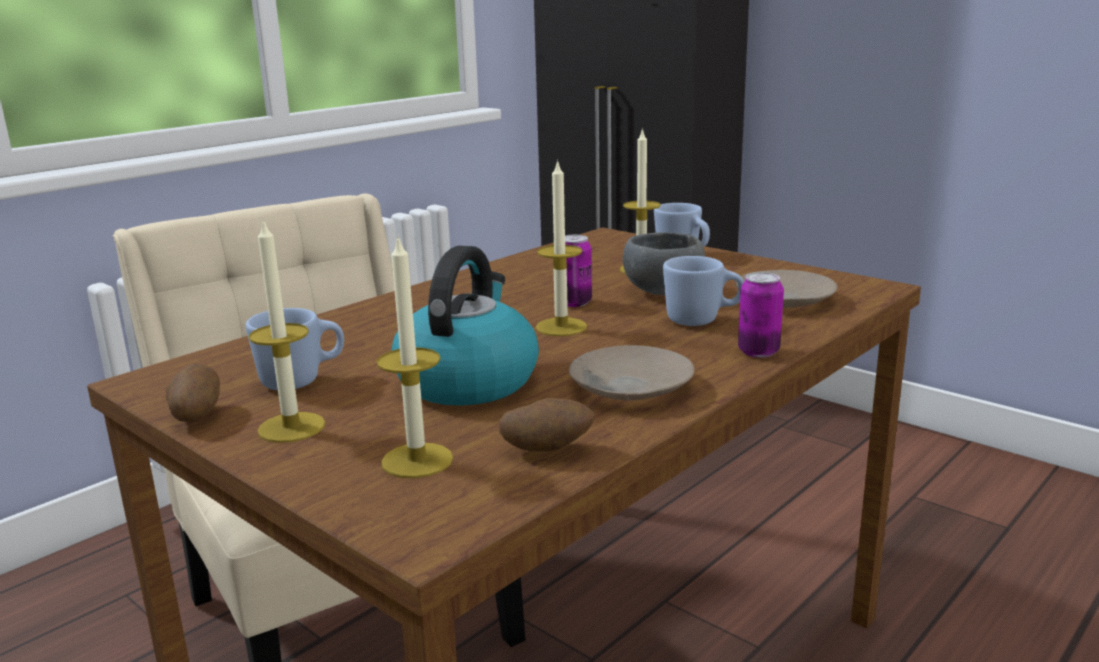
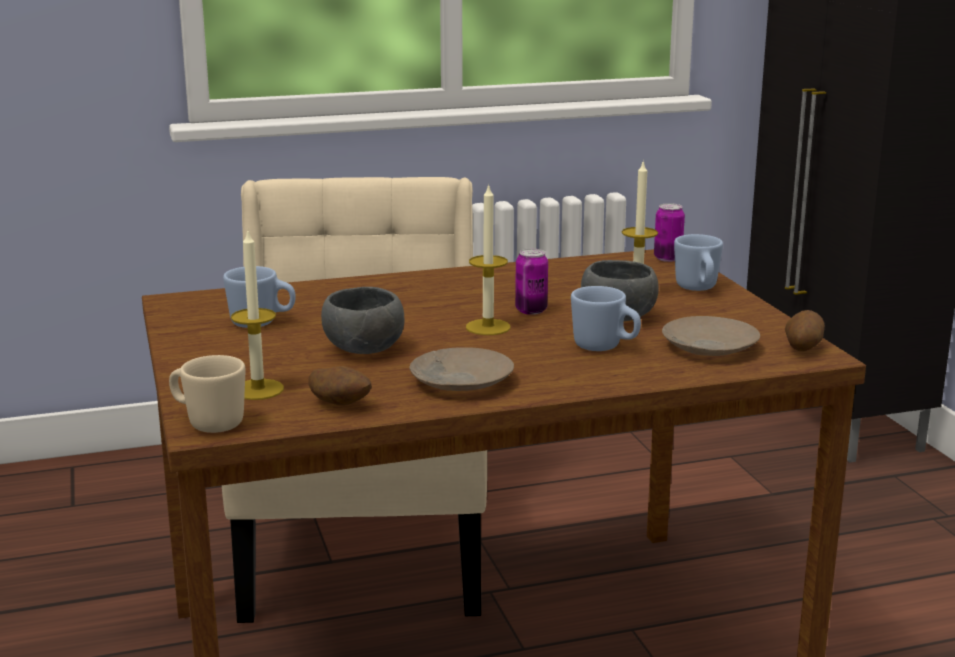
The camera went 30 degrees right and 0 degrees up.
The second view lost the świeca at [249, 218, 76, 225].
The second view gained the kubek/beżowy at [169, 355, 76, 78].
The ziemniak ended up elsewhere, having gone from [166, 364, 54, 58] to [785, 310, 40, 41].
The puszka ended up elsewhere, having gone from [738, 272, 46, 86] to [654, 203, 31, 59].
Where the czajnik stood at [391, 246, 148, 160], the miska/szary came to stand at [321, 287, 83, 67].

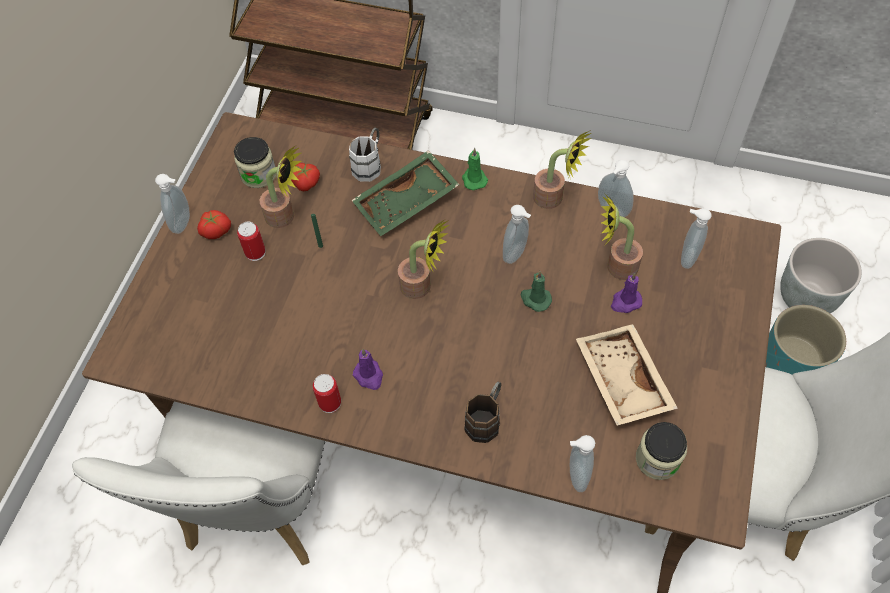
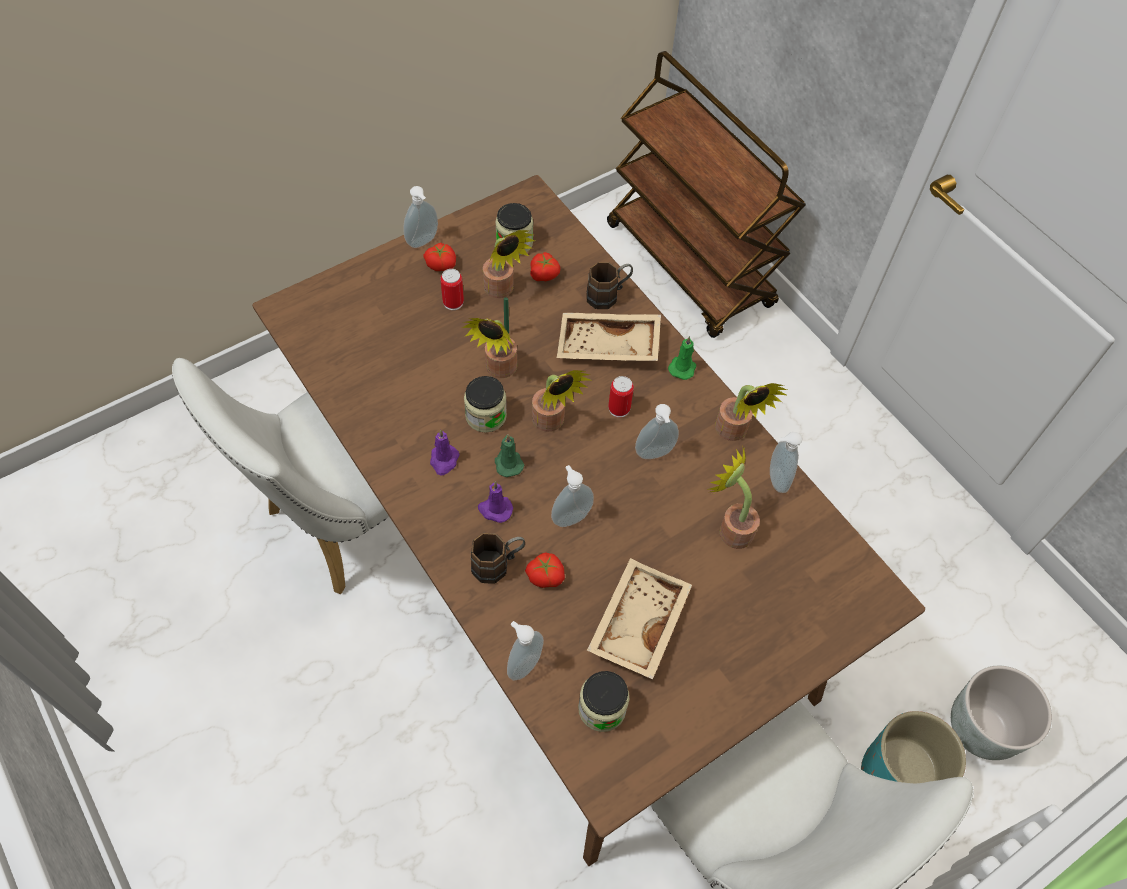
The camera went 35 degrees right and 0 degrees up.
The second view gained the roślina doniczkowa at [462, 318, 55, 60].
The second view gained the słoik at [464, 376, 43, 57].
The second view gained the pomidor at [525, 552, 40, 36].
The puszka ended up elsewhere, having gone from [313, 374, 28, 39] to [608, 376, 26, 42].
The świeca/zielony ended up elsewhere, having gone from [521, 271, 31, 41] to [495, 435, 29, 42].
The świeca/fioletowy ended up elsewhere, having gone from [611, 273, 31, 40] to [478, 482, 35, 41].
The dozownik mydła ended up elsewhere, having gone from [681, 209, 31, 60] to [551, 465, 43, 62].
What was the kubek/biały at [349, 128, 32, 54] turned into the kubek/brązowy at [586, 262, 47, 47].
What was the taca/zielony at [352, 150, 107, 86] turned into the taca/beżowy at [557, 313, 104, 48].

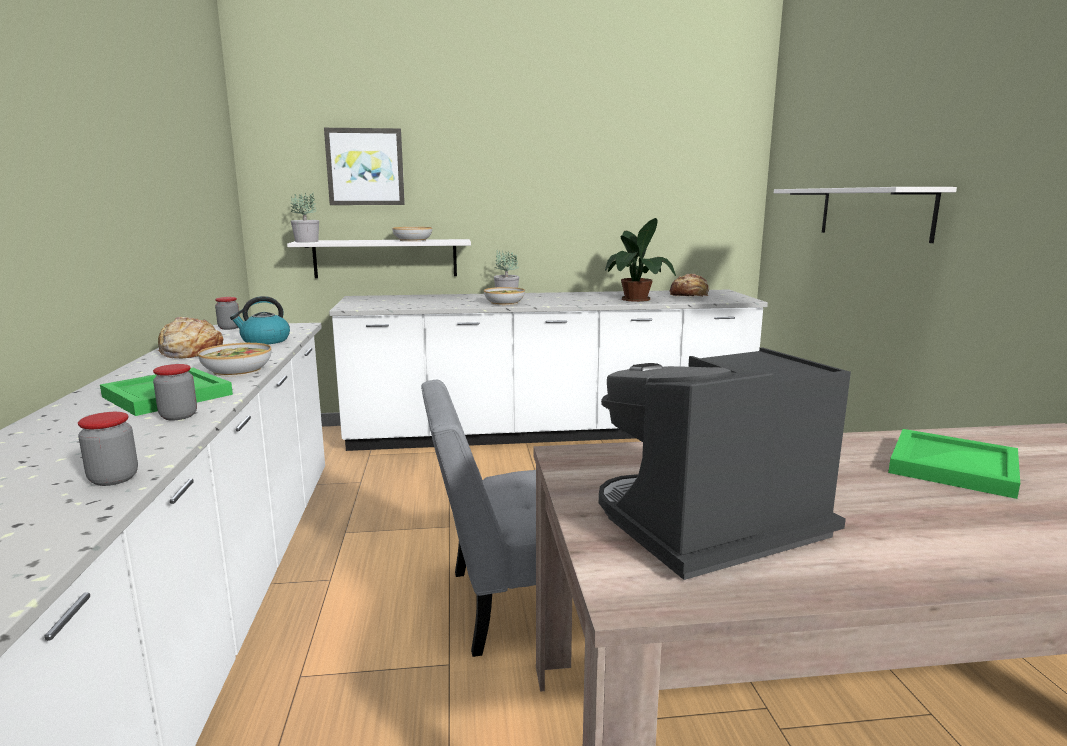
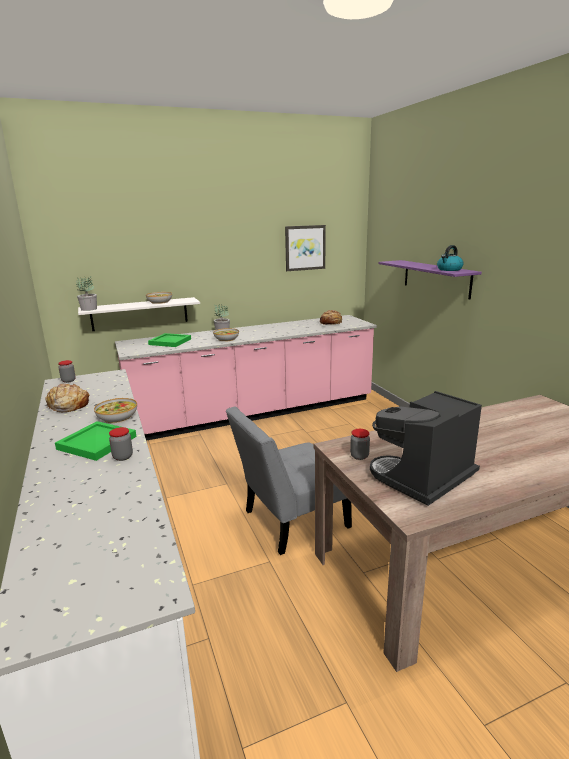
The camera went 15 degrees left and 5 degrees up.
The second view lost the roślina doniczkowa at [605, 218, 71, 84].
The słoik ended up elsewhere, having gone from [78, 412, 60, 74] to [350, 429, 20, 31].
The czajnik ended up elsewhere, having gone from [230, 296, 60, 49] to [437, 245, 26, 26].
The obraz ended up elsewhere, having gone from [324, 128, 81, 77] to [285, 225, 41, 46].
The taca/zielony ended up elsewhere, having gone from [888, 429, 132, 70] to [148, 333, 43, 14].
What was the zabudowa kuchenna/biały at [329, 290, 439, 161] turned into the zabudowa kuchenna/różowy at [115, 315, 262, 126].
What was the półka/biały at [774, 187, 183, 56] turned into the półka/fioletowy at [378, 260, 104, 39].

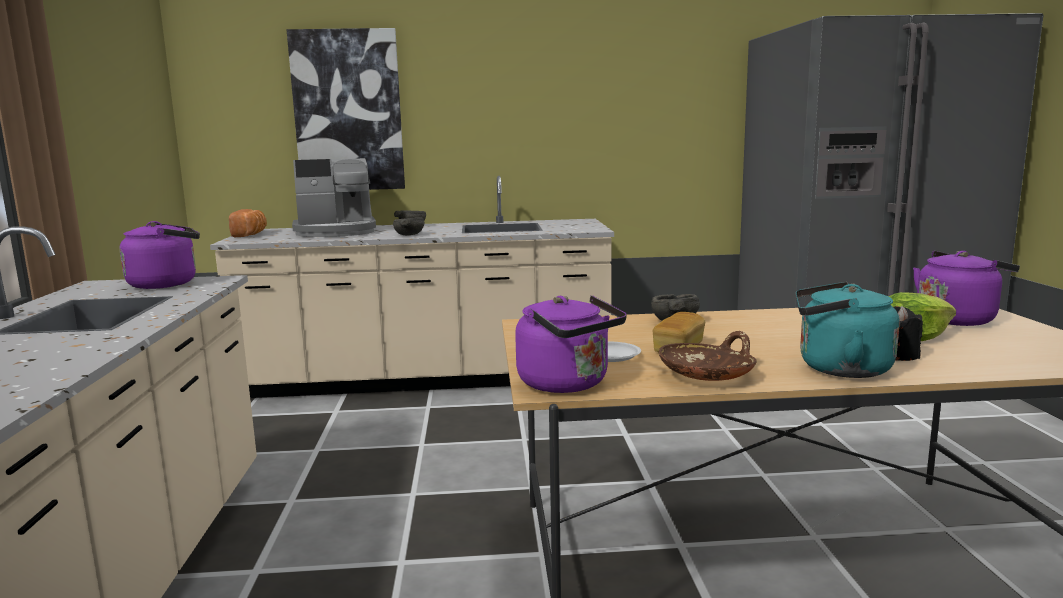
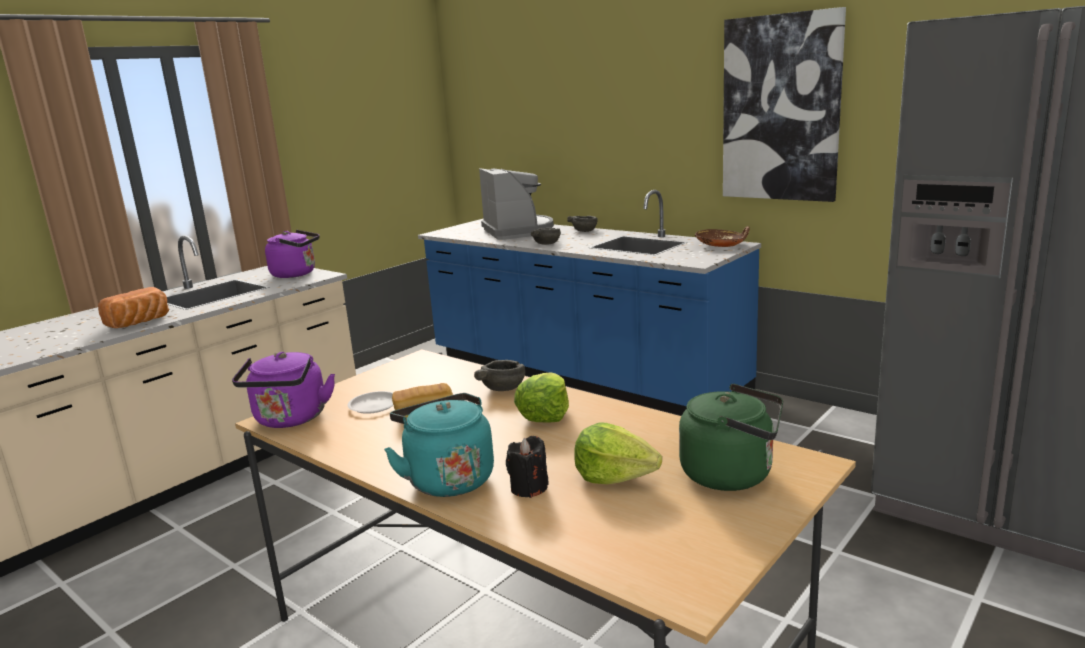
The camera went 45 degrees right and 5 degrees up.
The second view gained the sałata at [514, 372, 55, 51].
The chleb ended up elsewhere, having gone from [229, 209, 38, 28] to [98, 287, 71, 41].
The obraz ended up elsewhere, having gone from [287, 28, 118, 162] to [723, 7, 123, 195].
The miska/brązowy ended up elsewhere, having gone from [659, 331, 98, 50] to [695, 226, 55, 21].
What was the zabudowa kuchenna/beżowy at [210, 176, 404, 222] turned into the zabudowa kuchenna/niebieski at [418, 190, 343, 226].
What was the czajnik/fioletowy at [913, 251, 107, 75] turned into the czajnik/zielony at [679, 384, 104, 107].
The ekspres do kawy at [292, 158, 84, 79] ended up facing another way, 135 degrees counterclockwise from before.

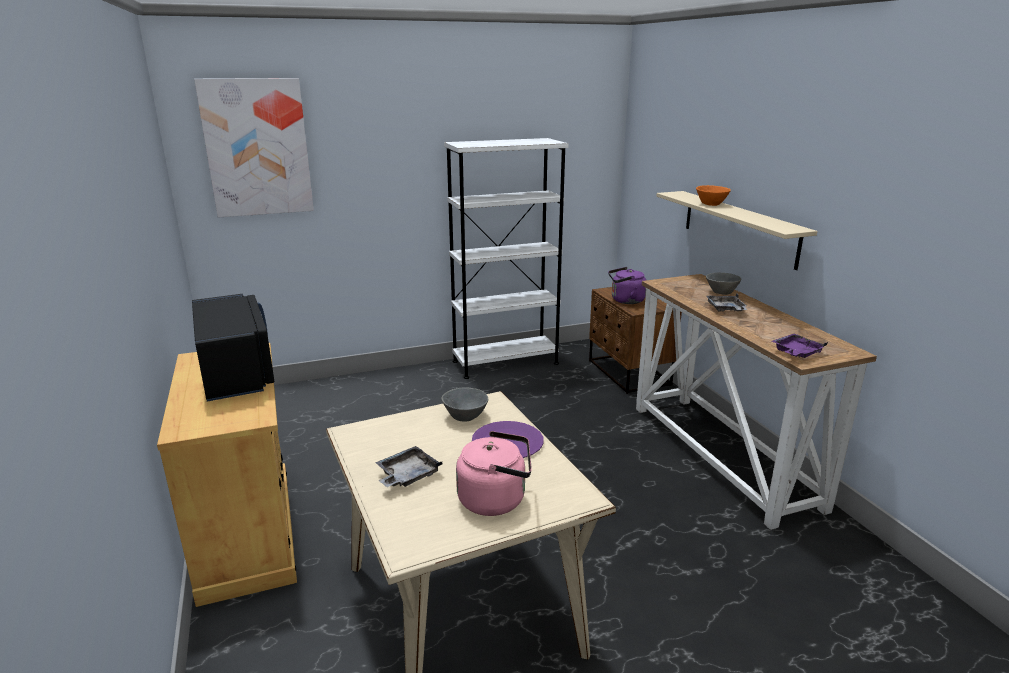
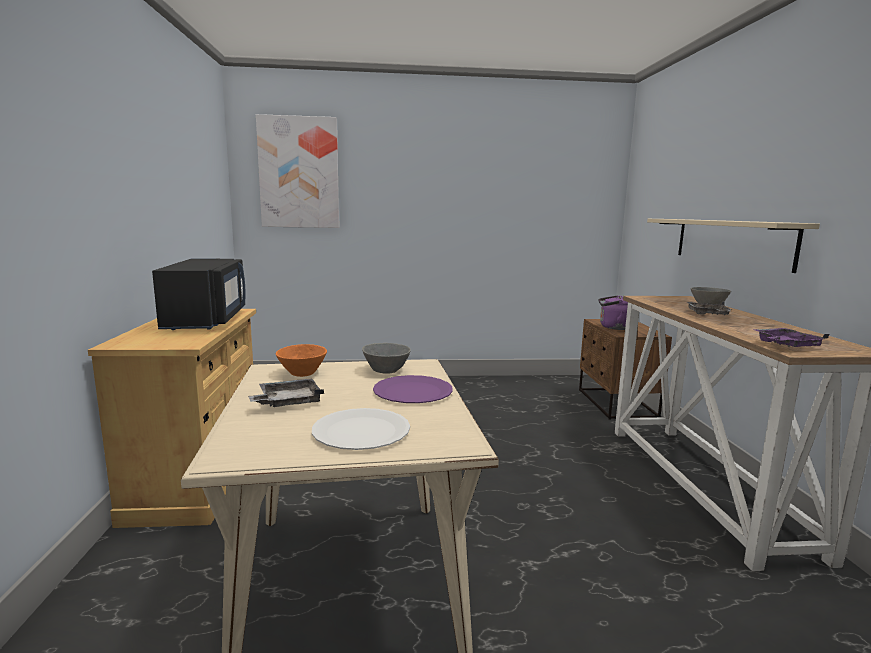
The camera went 15 degrees right and 10 degrees down.
The second view lost the regał/biały at [444, 138, 125, 241].
The miska/pomarańczowy ended up elsewhere, having gone from [696, 185, 35, 21] to [276, 344, 51, 33].
Where the czajnik/różowy stood at [456, 431, 76, 85], the talerz/biały came to stand at [312, 408, 98, 42].

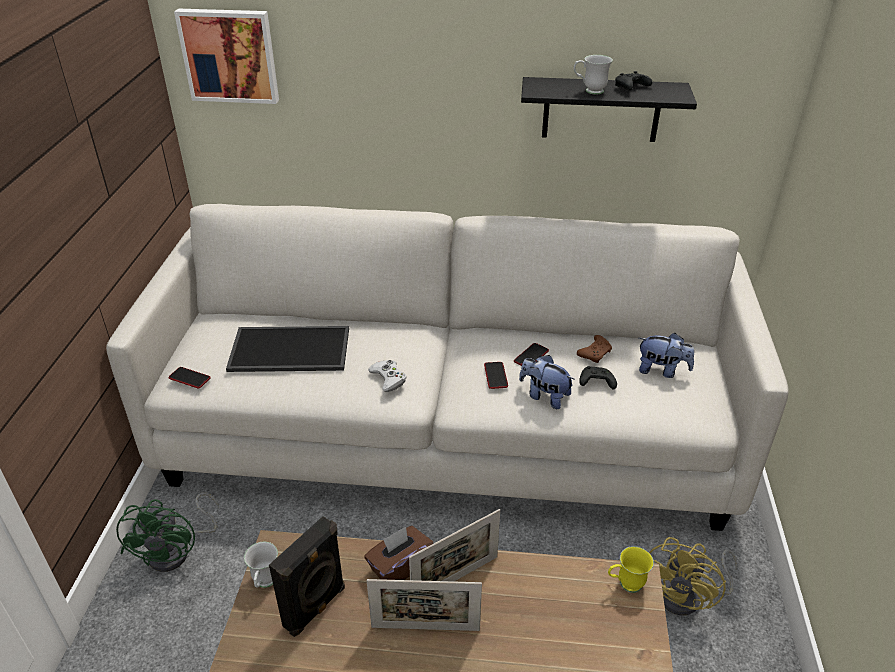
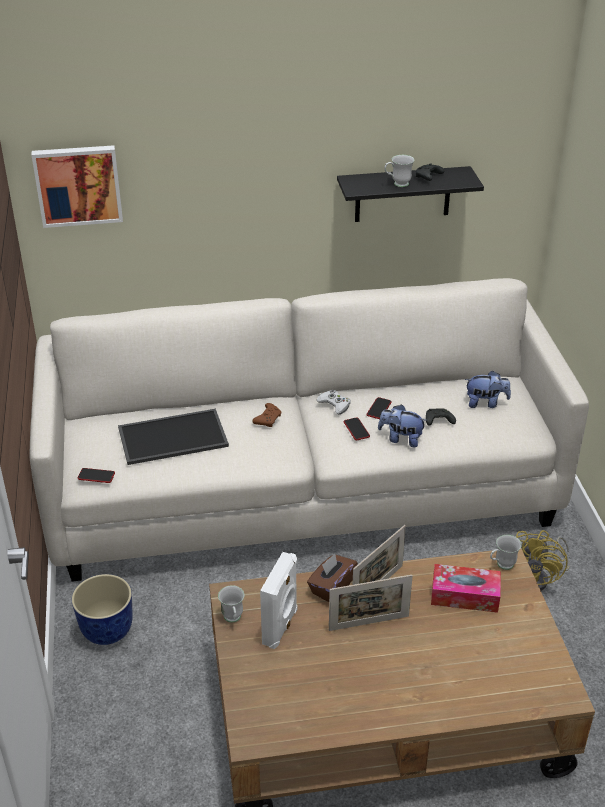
The camera went 15 degrees left and 0 degrees up.
The second view gained the pudełko chusteczek at [431, 564, 70, 49].
The pad do gier/biały ended up elsewhere, having gone from [368, 360, 39, 32] to [316, 390, 35, 24].
The pad do gier/brązowy ended up elsewhere, having gone from [577, 335, 35, 28] to [252, 403, 29, 24].
Where the wentylator/zielony stood at [116, 493, 103, 79], the donica came to stand at [72, 574, 61, 71].
What was the głośnik/czarny at [269, 516, 76, 121] turned into the głośnik/biały at [260, 552, 37, 97].
What was the kubek/żółty at [608, 546, 46, 47] turned into the kubek/biały at [490, 535, 32, 35].

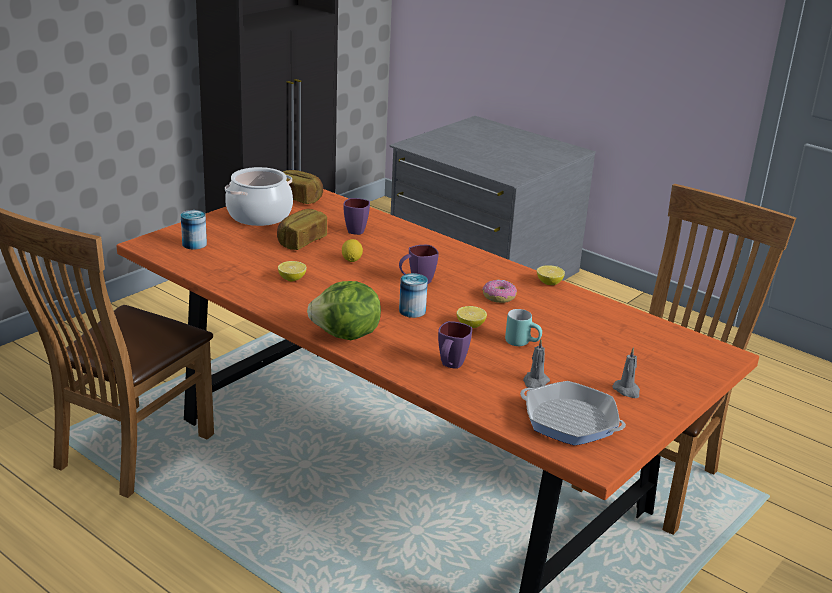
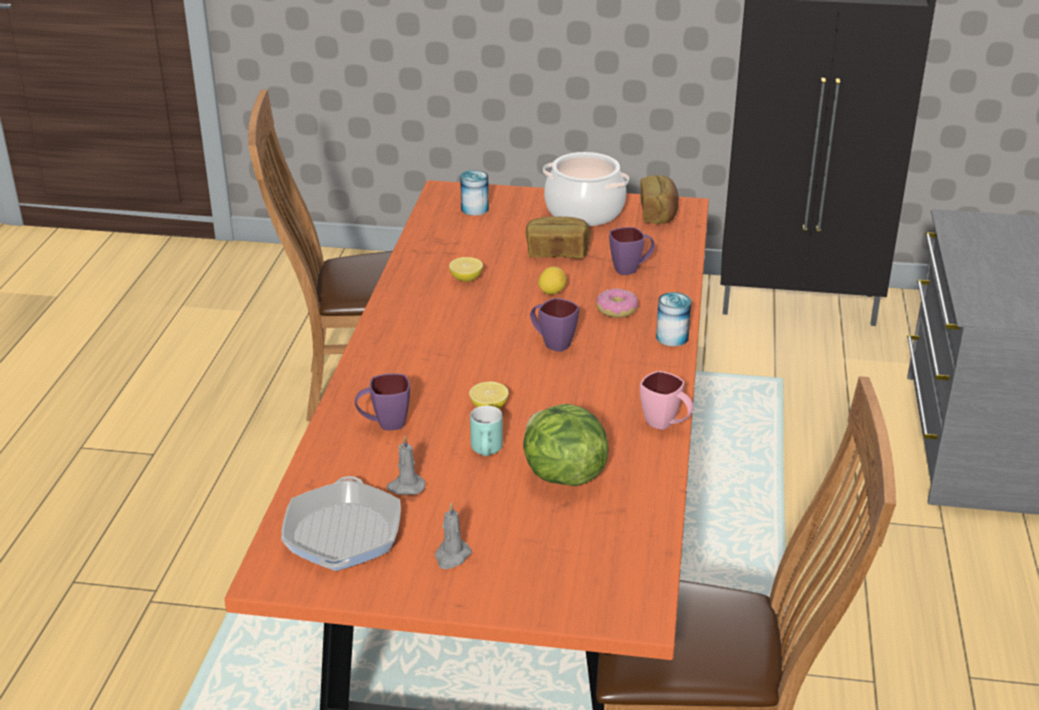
The camera went 60 degrees right and 5 degrees up.
The sałata ended up elsewhere, having gone from [307, 281, 74, 59] to [523, 404, 85, 82].
The puszka ended up elsewhere, having gone from [399, 273, 29, 45] to [656, 292, 35, 55].
The donut ended up elsewhere, having gone from [482, 279, 35, 24] to [596, 288, 42, 30].
Where the cytryna stood at [537, 265, 28, 20], the kubek/różowy came to stand at [640, 371, 54, 59].

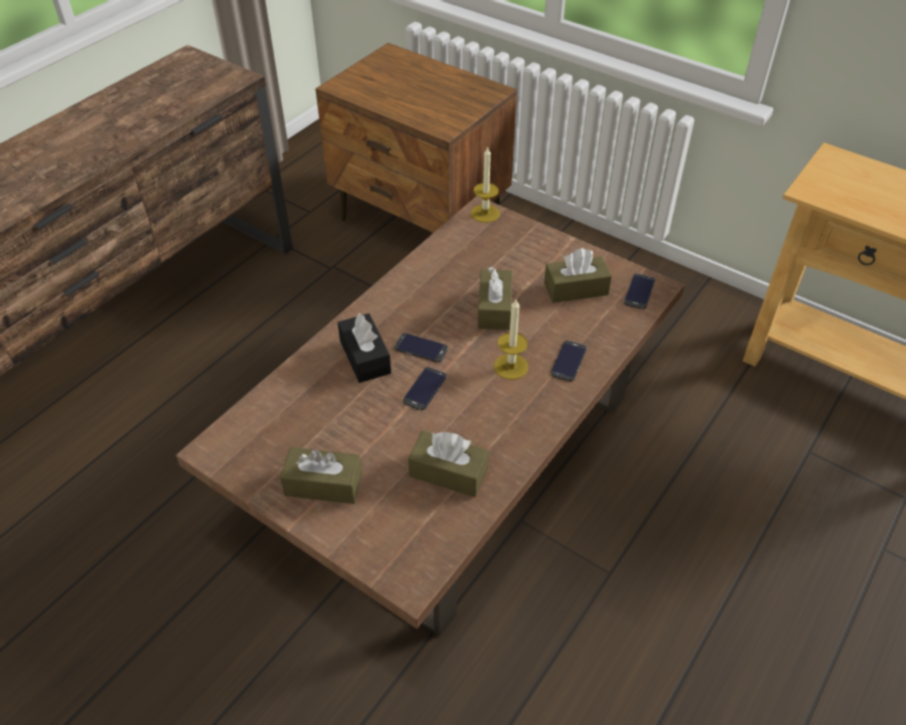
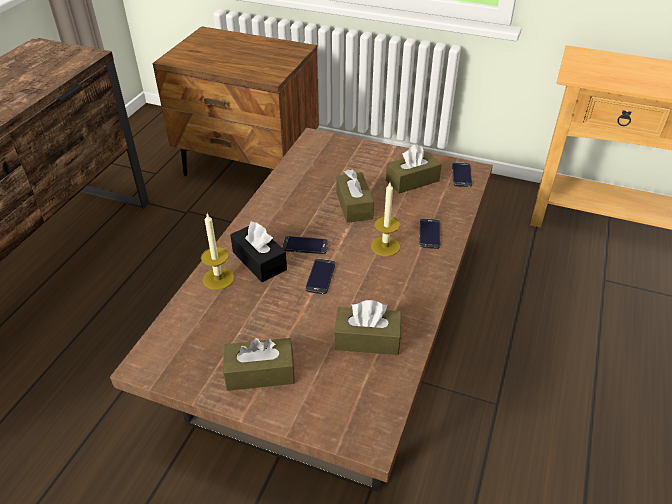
The camera went 15 degrees left and 5 degrees down.
The świeca ended up elsewhere, having gone from [471, 146, 29, 77] to [201, 214, 33, 76].

